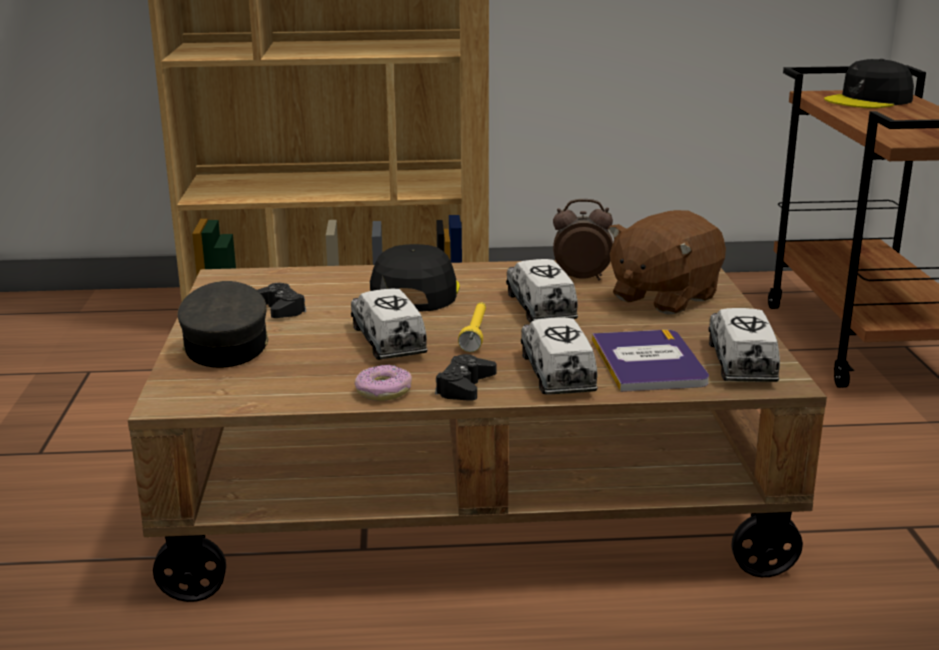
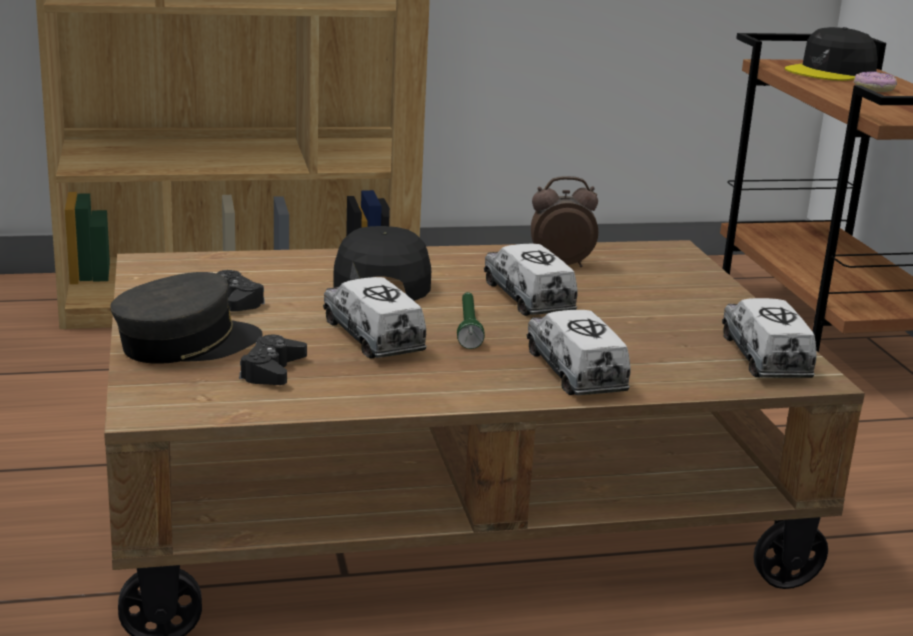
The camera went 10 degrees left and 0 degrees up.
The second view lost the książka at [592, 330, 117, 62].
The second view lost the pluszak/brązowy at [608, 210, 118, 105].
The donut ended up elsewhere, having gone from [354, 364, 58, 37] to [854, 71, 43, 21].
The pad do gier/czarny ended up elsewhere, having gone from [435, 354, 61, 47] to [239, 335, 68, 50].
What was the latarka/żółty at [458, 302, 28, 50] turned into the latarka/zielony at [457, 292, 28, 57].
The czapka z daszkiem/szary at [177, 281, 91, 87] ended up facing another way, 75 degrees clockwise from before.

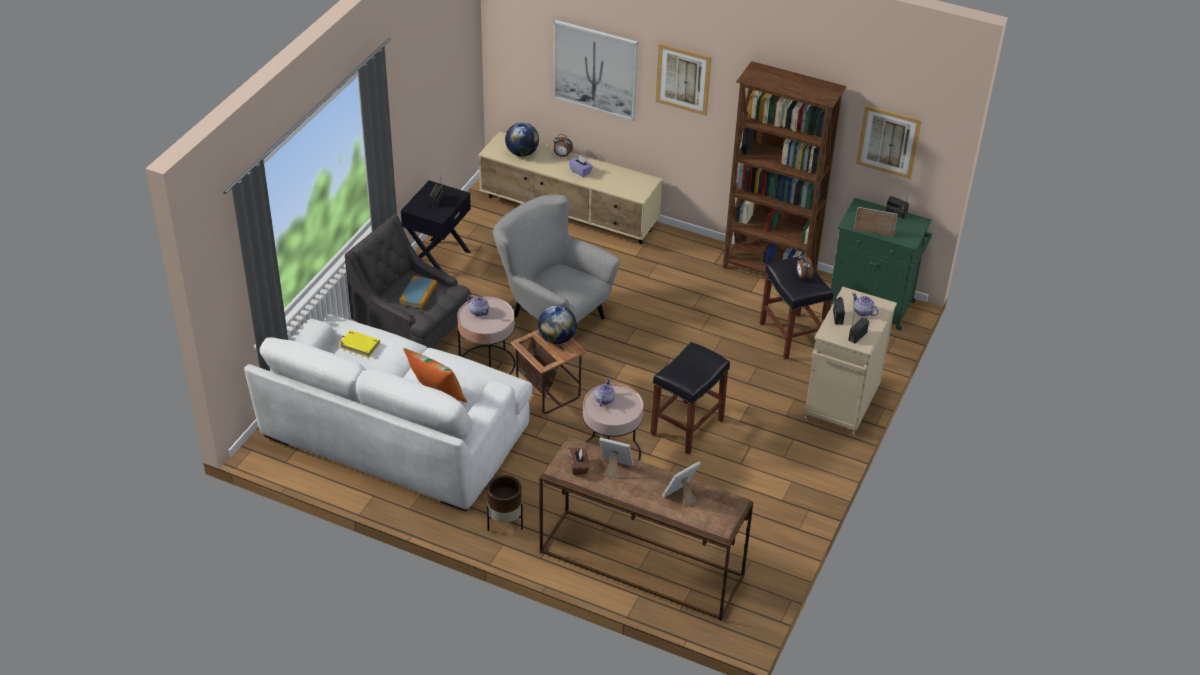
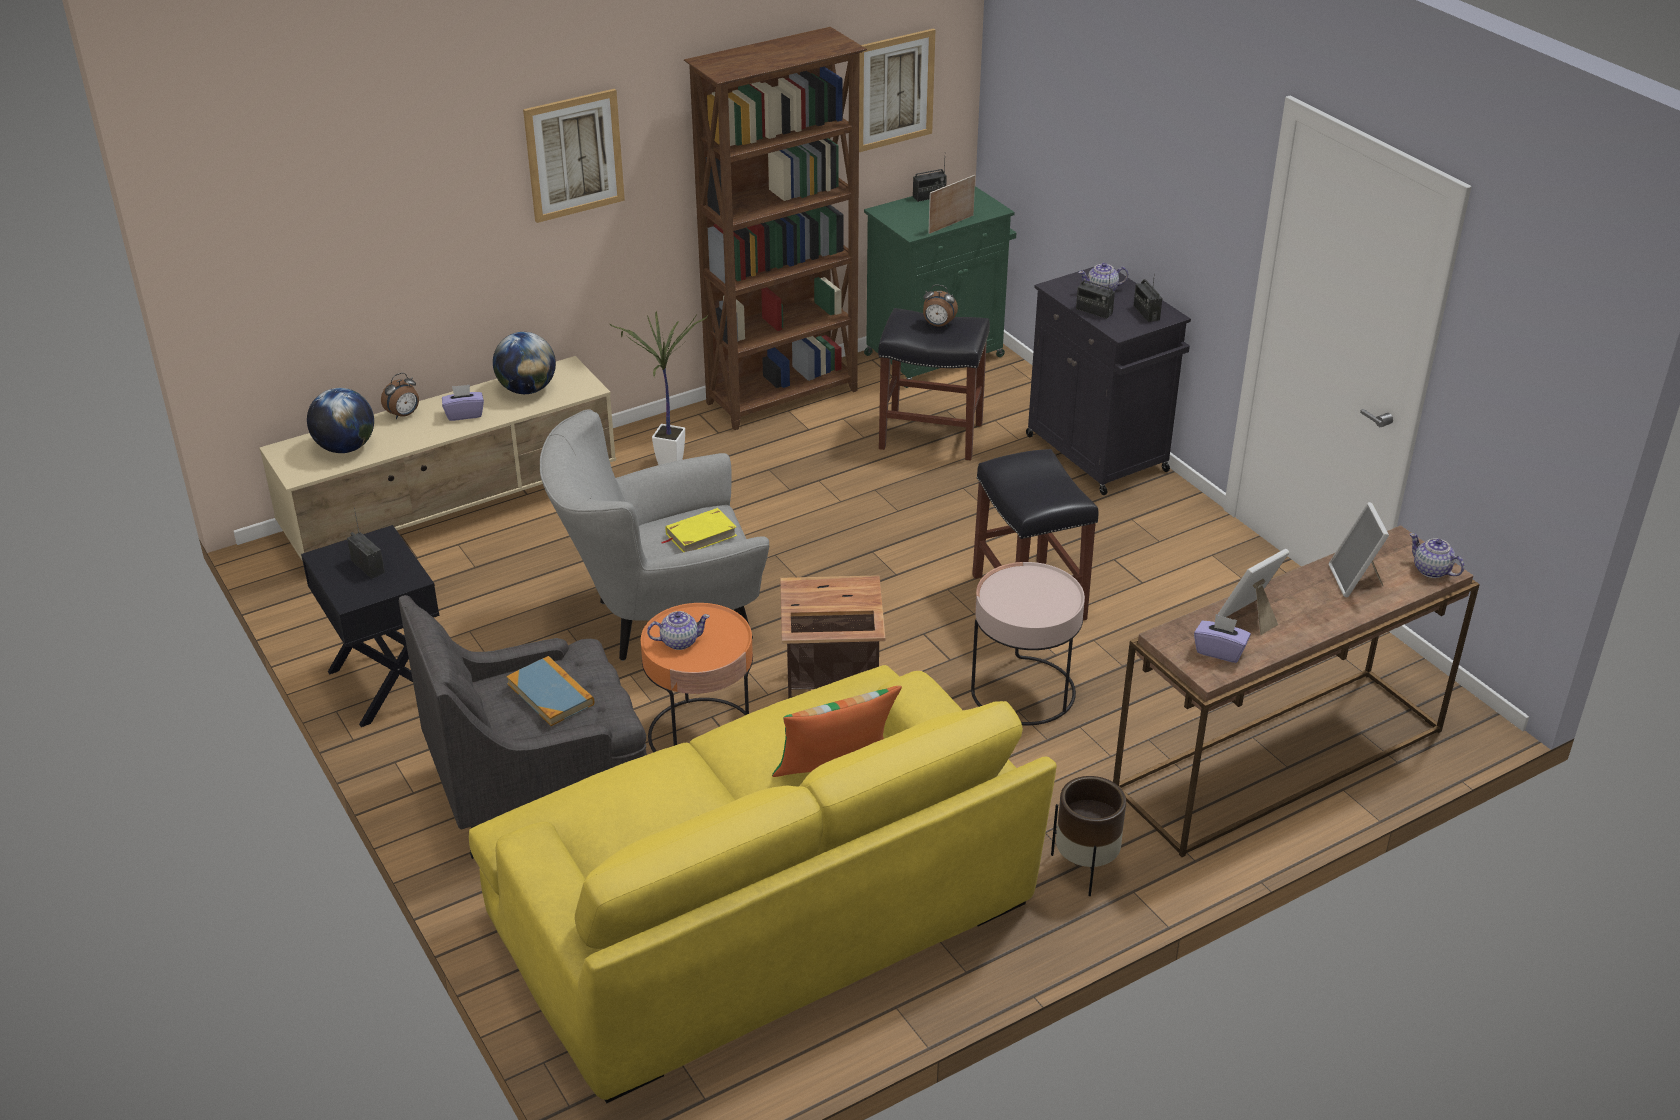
The camera went 55 degrees left and 5 degrees down.
The second view lost the obraz at [553, 20, 85, 101].
The second view gained the roślina doniczkowa at [609, 311, 99, 154].
The książka/żółty ended up elsewhere, having gone from [339, 330, 41, 28] to [661, 508, 76, 44].
The globus ended up elsewhere, having gone from [538, 305, 39, 39] to [493, 332, 63, 62].
The imbryk ended up elsewhere, having gone from [594, 378, 21, 29] to [1410, 533, 54, 45].
What was the kanapa/biały at [244, 314, 288, 197] turned into the kanapa/żółty at [469, 665, 588, 438].
What was the stolik/różowy at [457, 297, 59, 78] turned into the stolik/pomarańczowy at [641, 603, 112, 150].
What was the pudełko chusteczek/brązowy at [568, 447, 21, 28] turned into the pudełko chusteczek/fioletowy at [1194, 614, 57, 49].
What was the szafka/beżowy at [804, 287, 93, 150] turned into the szafka/czarny at [1026, 266, 165, 229].

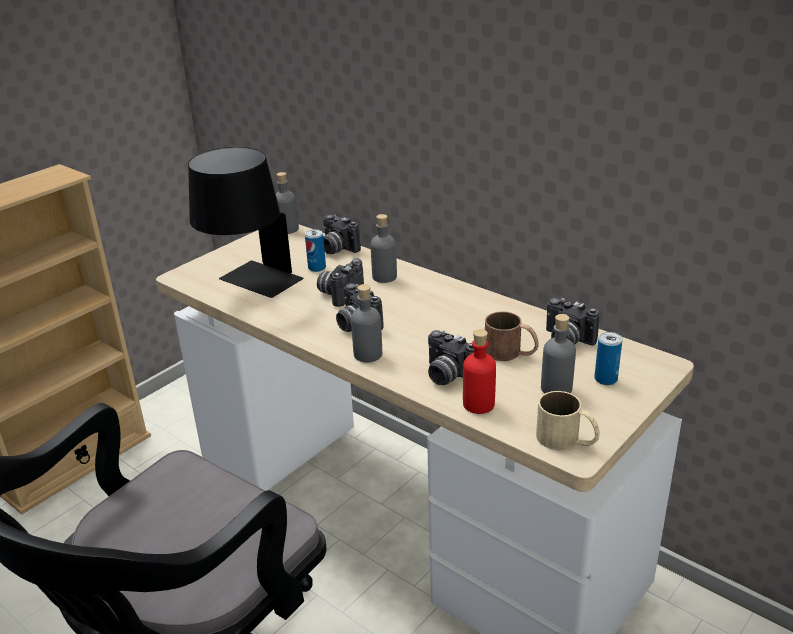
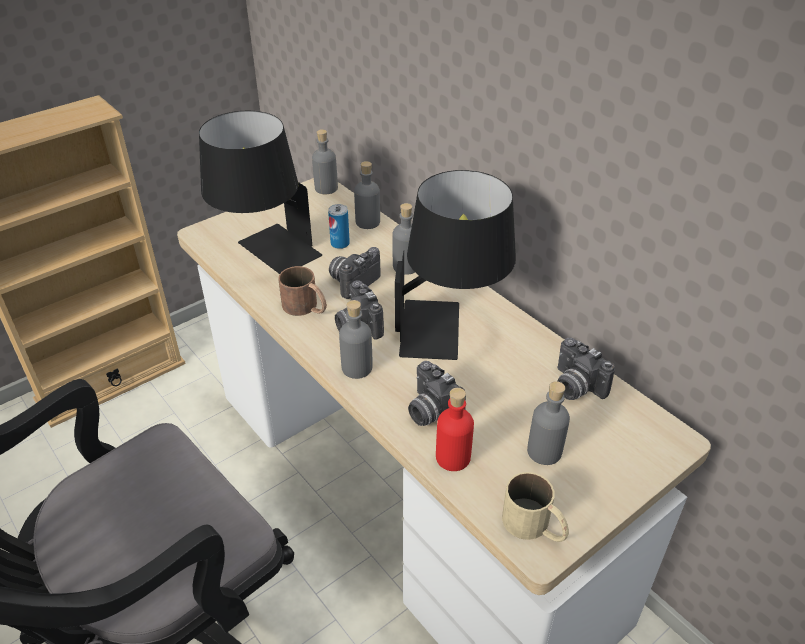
The camera went 10 degrees right and 10 degrees up.
The second view lost the puszka at [594, 332, 28, 53].
The second view gained the lampa stołowa/czarny at [395, 170, 121, 190].
The kubek/brązowy ended up elsewhere, having gone from [485, 311, 54, 50] to [278, 266, 49, 50].
Where the aparat fotograficzny stood at [323, 214, 38, 40], the butelka/szary came to stand at [354, 161, 26, 68].

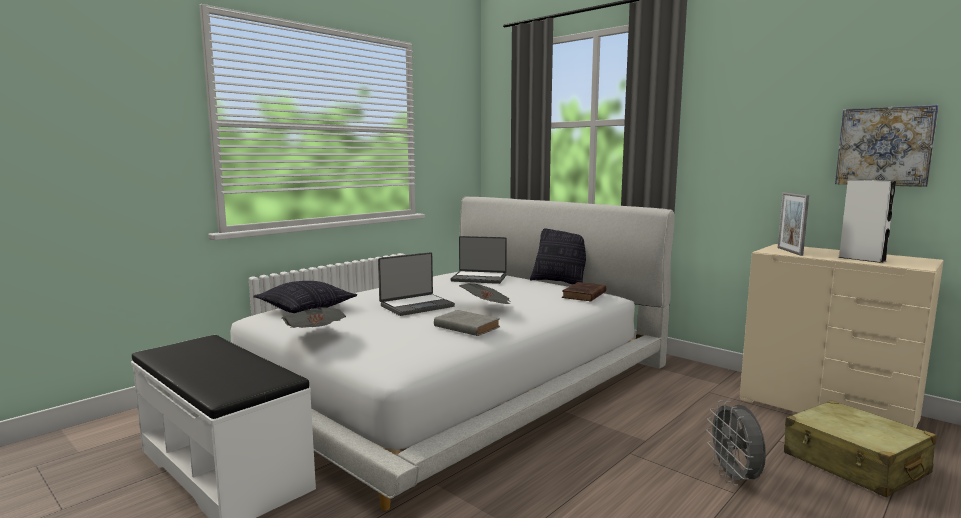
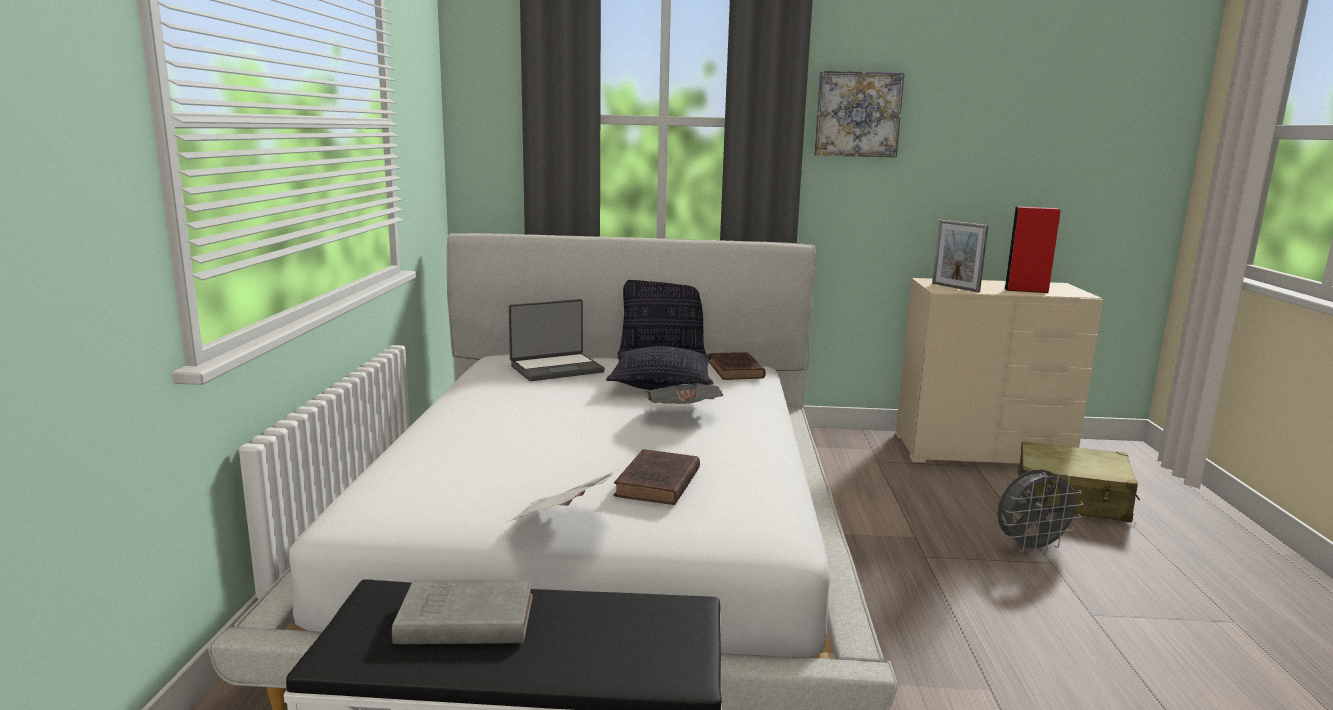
The camera went 40 degrees left and 5 degrees up.
The second view lost the laptop at [378, 252, 77, 64].
The second view gained the książka/brązowy at [614, 449, 86, 56].
The poduszka ended up elsewhere, having gone from [253, 281, 104, 32] to [606, 346, 107, 44].
The książka/szary ended up elsewhere, having gone from [434, 310, 66, 26] to [392, 579, 141, 65].
The obraz ended up elsewhere, having gone from [835, 105, 104, 82] to [814, 70, 91, 88].
What was the głośnik/biały at [838, 180, 58, 83] turned into the głośnik/czerwony at [1004, 206, 57, 87].
The wentylator/szary at [706, 400, 60, 86] ended up facing another way, 60 degrees counterclockwise from before.

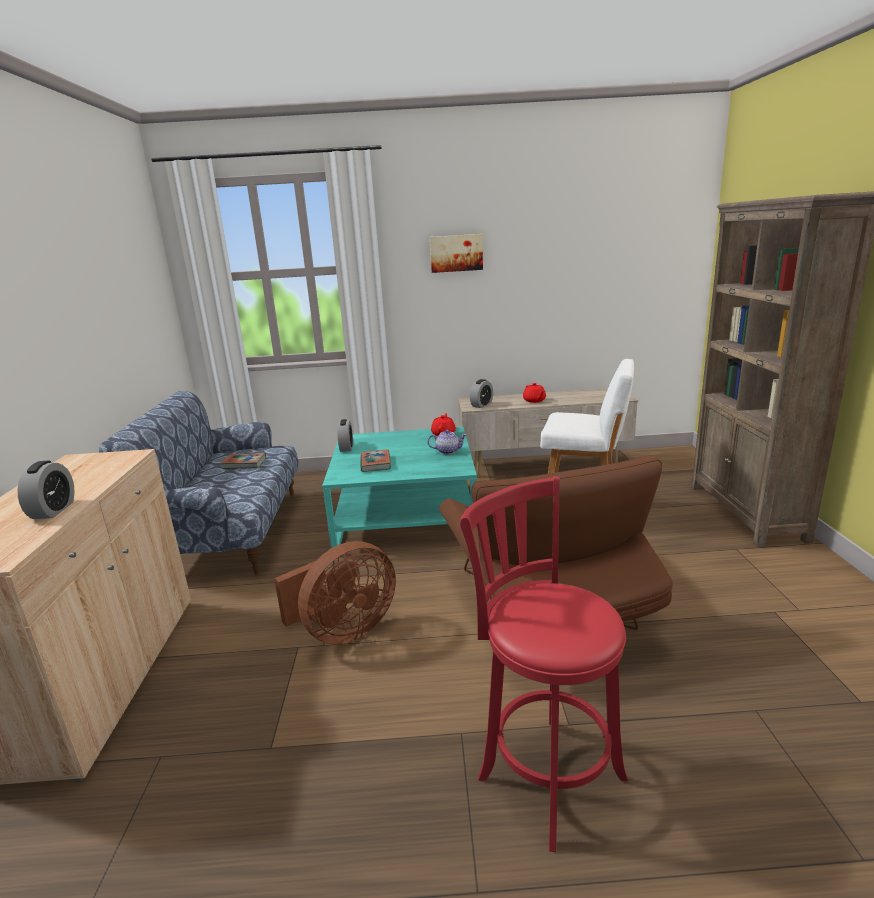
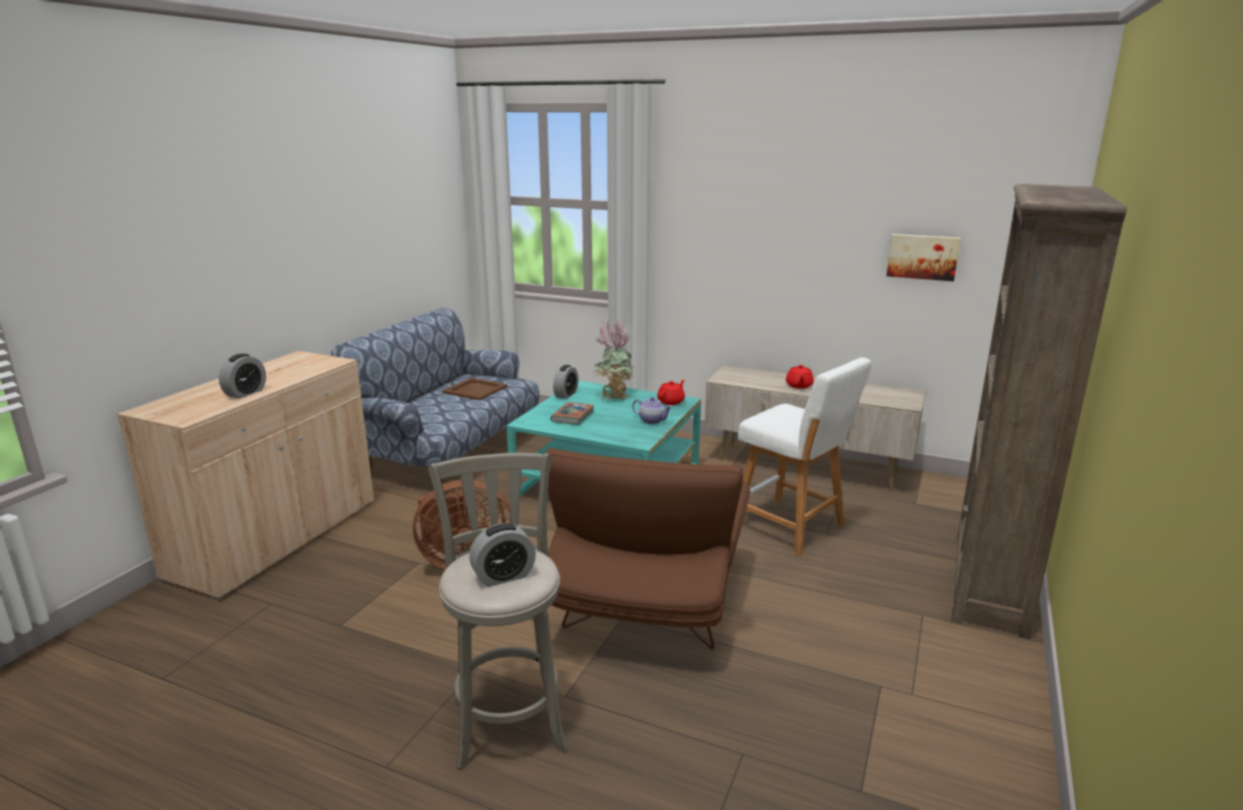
The camera went 25 degrees right and 0 degrees up.
The second view gained the roślina doniczkowa at [592, 320, 43, 80].
The obraz ended up elsewhere, having gone from [430, 234, 53, 39] to [887, 234, 73, 47].
The budzik ended up elsewhere, having gone from [470, 379, 23, 29] to [469, 523, 67, 64].
Where the książka stood at [220, 453, 46, 16], the taca/brązowy came to stand at [442, 378, 66, 22].
What was the stołek/czerwony at [460, 476, 168, 376] turned into the stołek/szary at [428, 453, 140, 317].

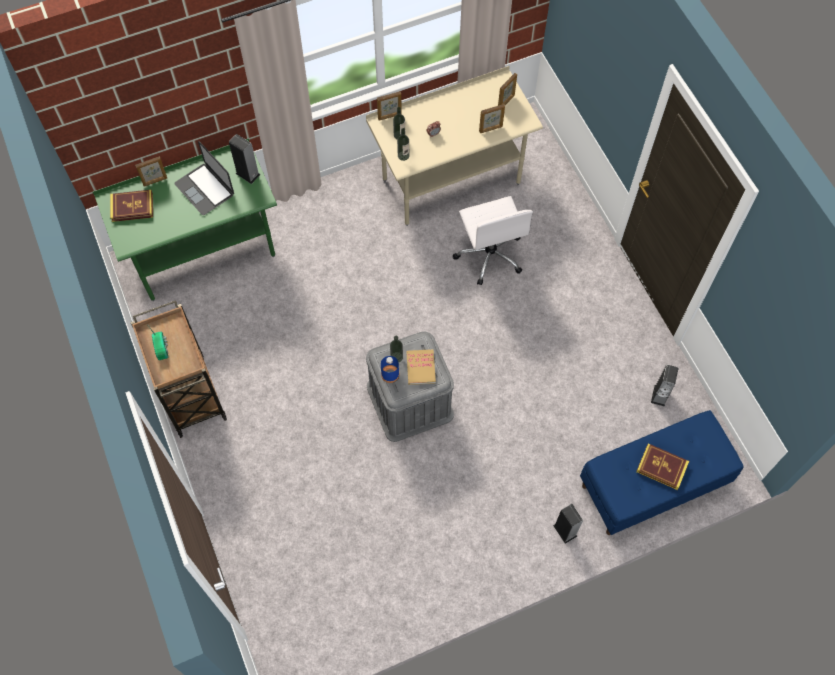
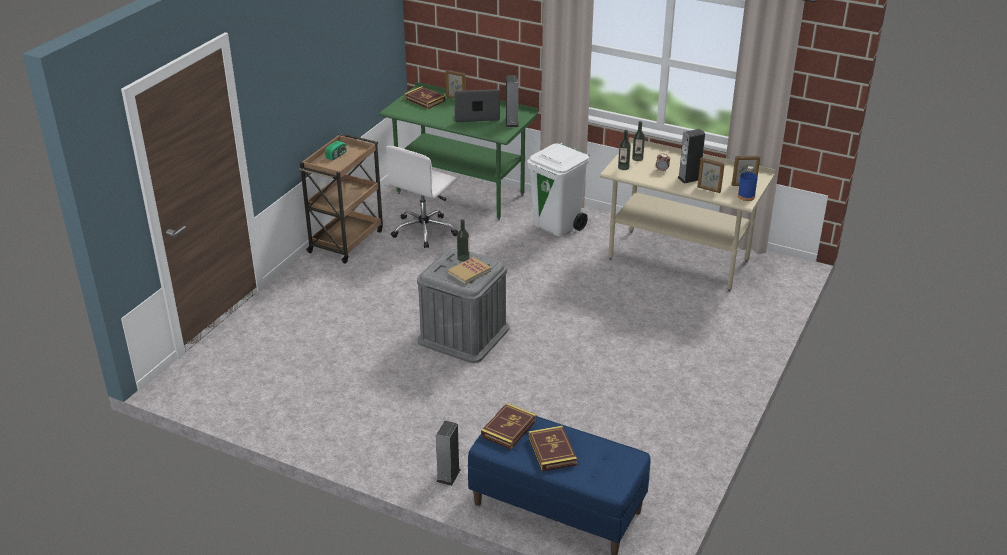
The camera went 50 degrees right and 30 degrees down.
The second view lost the ramka na zdjęcie at [377, 91, 25, 30].
The second view gained the książka at [481, 403, 55, 46].
The second view gained the kosz na śmieci/biały at [527, 143, 63, 94].
The butelka/niebieski ended up elsewhere, having gone from [381, 356, 18, 27] to [738, 166, 20, 35].
The krzesło biurowe/biały ended up elsewhere, having gone from [453, 196, 80, 89] to [386, 146, 72, 102].
The głośnik ended up elsewhere, having gone from [651, 365, 28, 42] to [677, 129, 28, 55].
The laptop at [174, 141, 60, 74] ended up facing another way, 75 degrees clockwise from before.

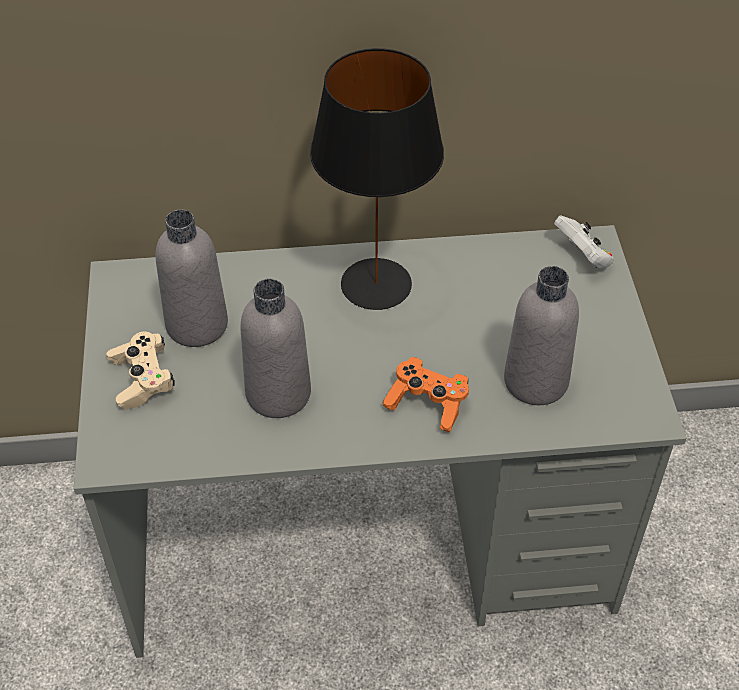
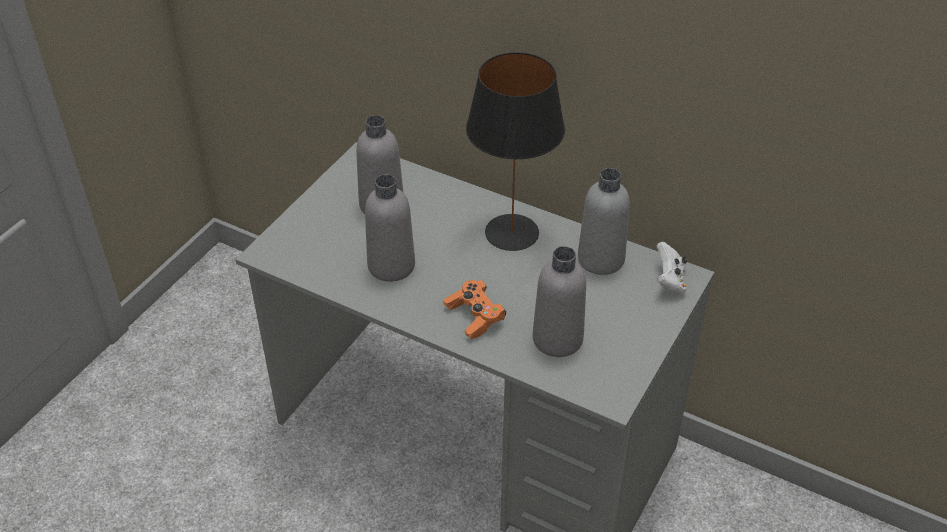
The camera went 35 degrees right and 5 degrees down.
The second view lost the pad do gier/beżowy at [107, 332, 67, 78].
The second view gained the butelka/szary at [578, 168, 52, 107].

